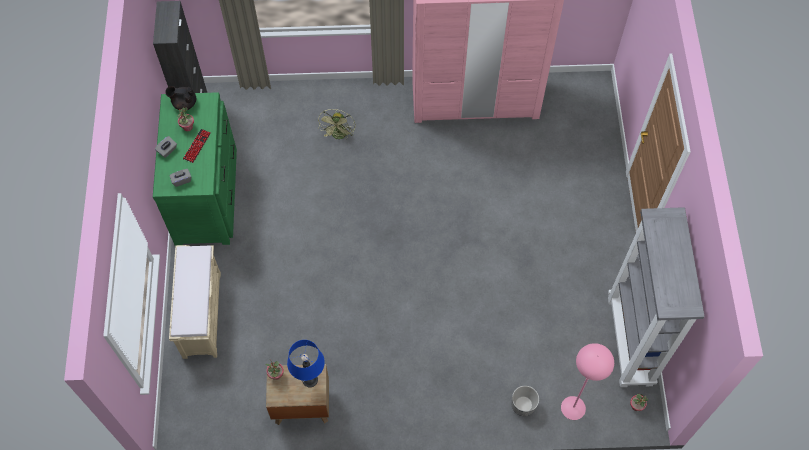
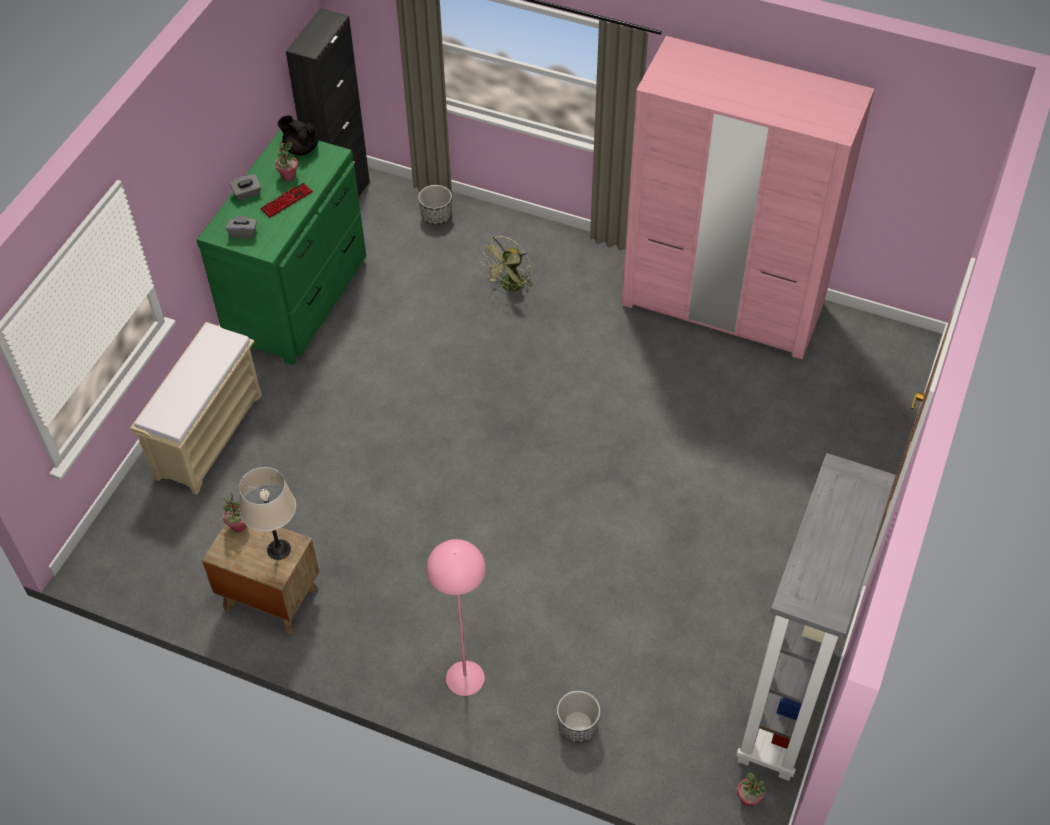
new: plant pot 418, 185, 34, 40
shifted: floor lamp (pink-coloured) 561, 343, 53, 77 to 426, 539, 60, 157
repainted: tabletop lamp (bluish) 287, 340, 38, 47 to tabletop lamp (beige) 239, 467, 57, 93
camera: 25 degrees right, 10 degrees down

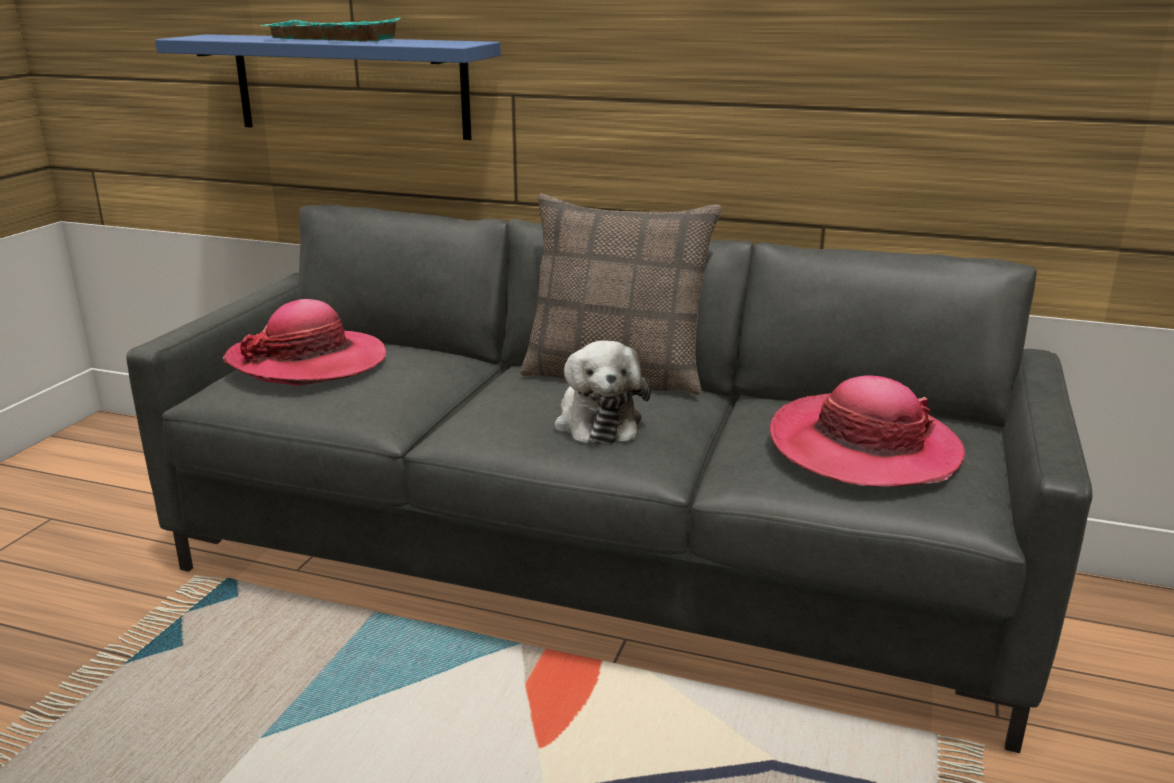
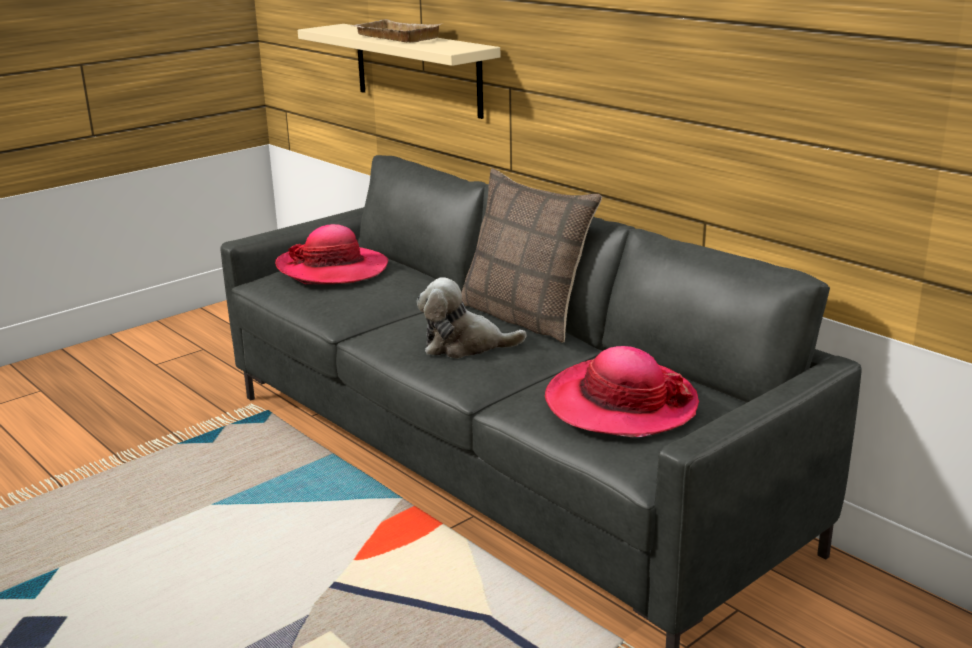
repainted: serving tray (turquoise-coloured) 260, 18, 140, 24 to serving tray (beige) 351, 19, 92, 23; bracket shelf (bluish) 155, 34, 346, 106 to bracket shelf (beige) 298, 24, 202, 95
rotated: plush toy 554, 340, 97, 105 = 417, 277, 110, 82 75 degrees clockwise
camera: 30 degrees right, 0 degrees up

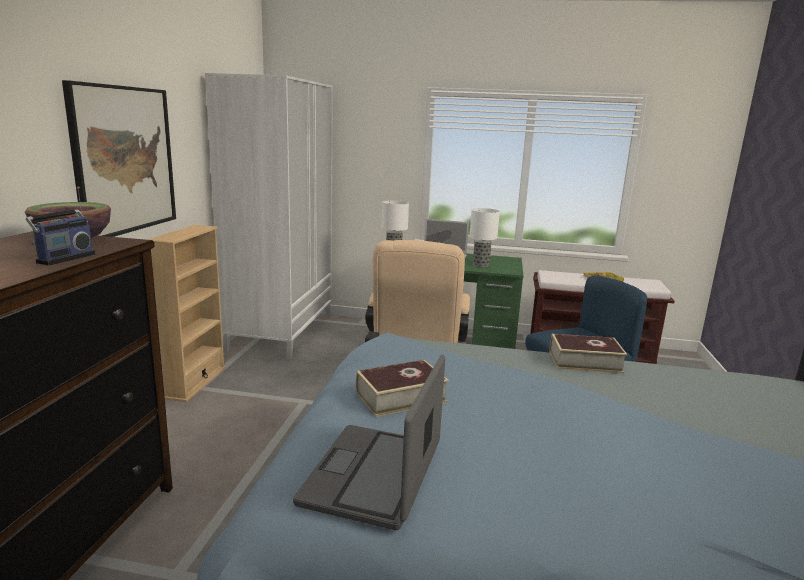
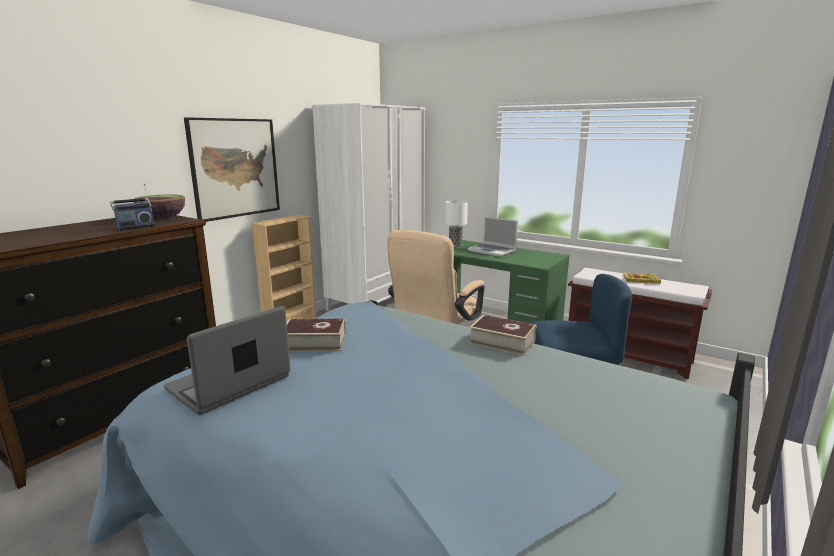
gone: tabletop lamp 469, 208, 31, 59
camera: 25 degrees right, 0 degrees up

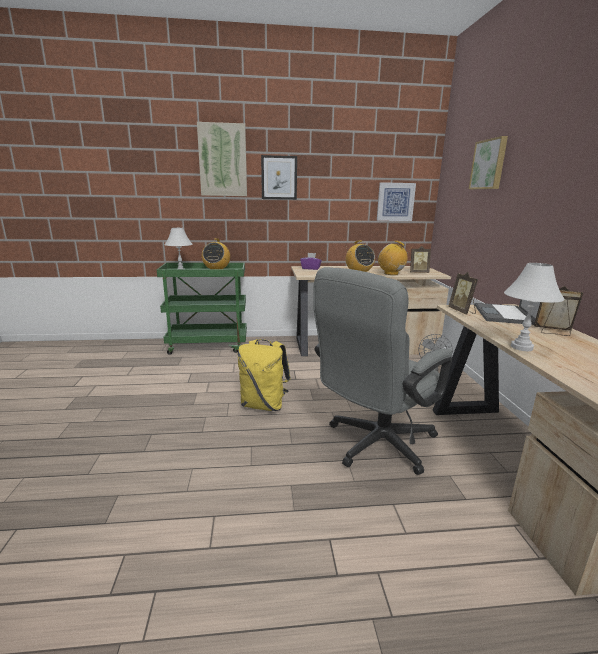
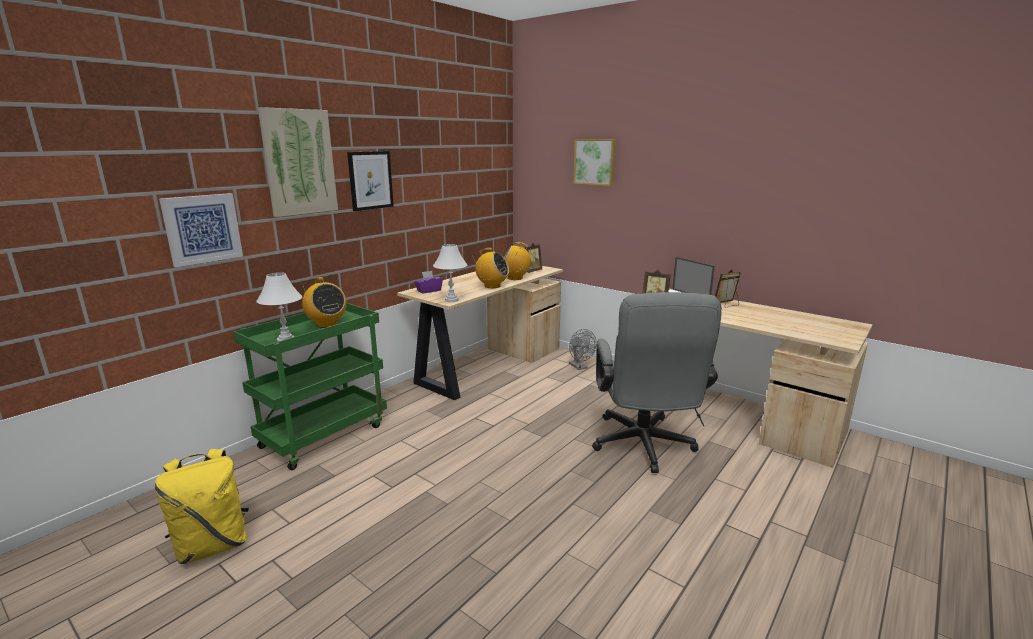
shifted: wall picture 377, 182, 39, 39 to 159, 193, 84, 74; tabletop lamp (whitish) 504, 263, 61, 88 to 433, 244, 34, 58; knapsack (yellow-coloured) 238, 339, 53, 72 to 155, 449, 94, 115
camera: 45 degrees left, 0 degrees up

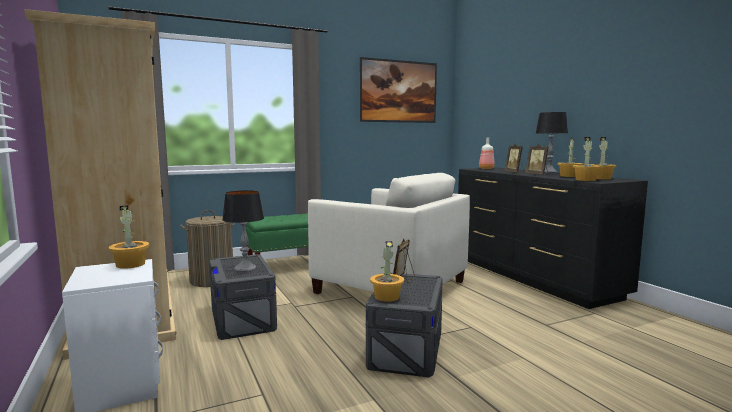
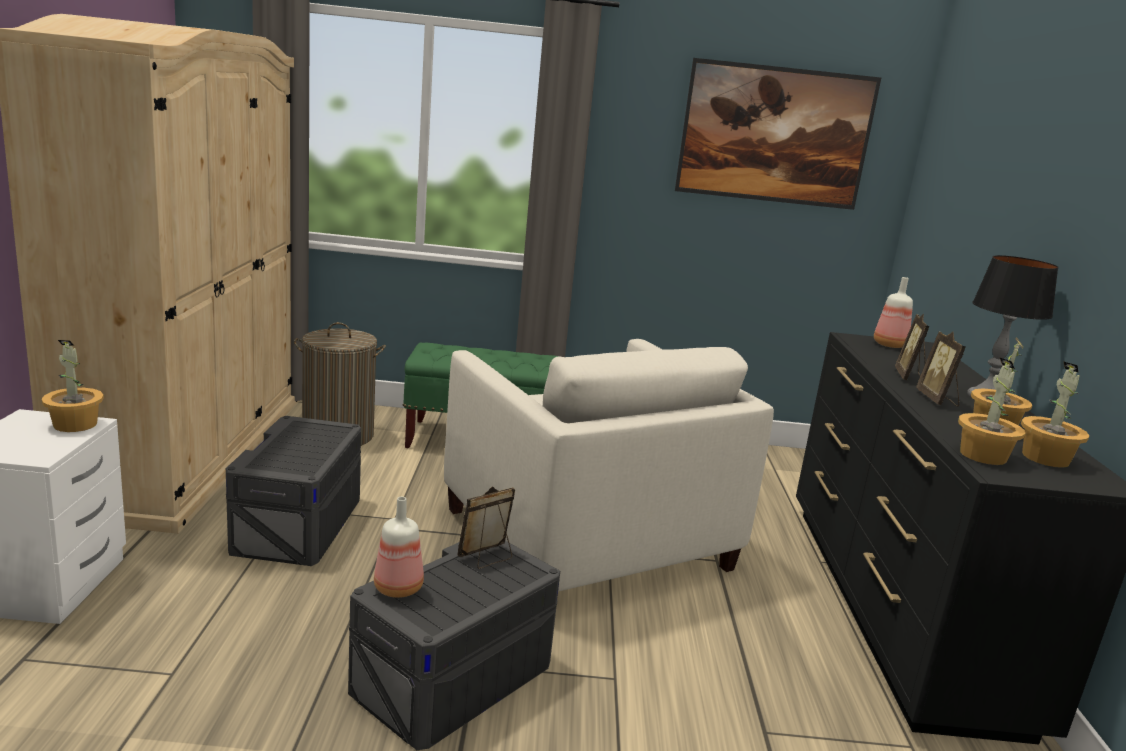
gone: tabletop lamp 222, 190, 42, 83
swapped: houseplant 370, 241, 34, 61 to beverage bottle 374, 497, 50, 101
camera: 25 degrees right, 10 degrees up

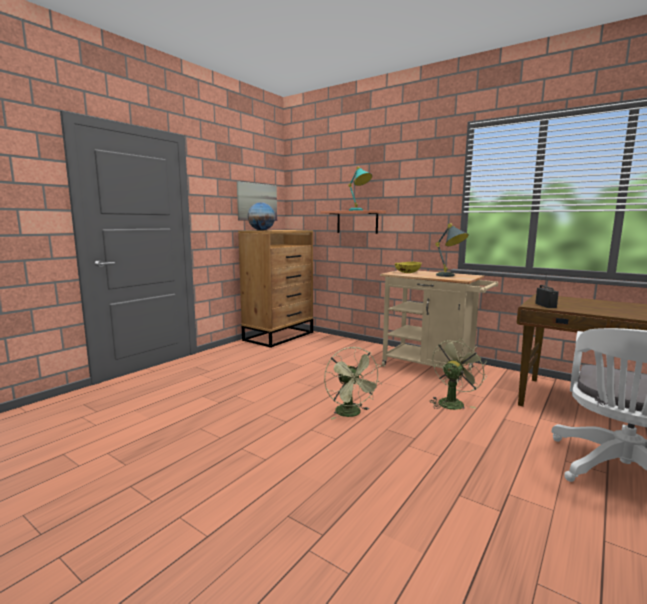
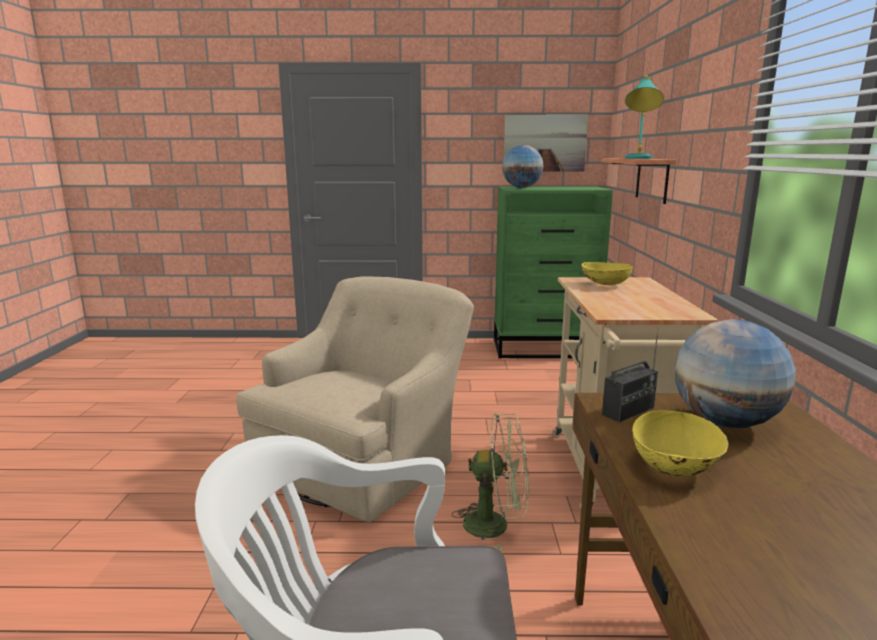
gone: tabletop lamp (greyish) 436, 223, 33, 54
new: globe 675, 319, 121, 109; serving bowl (yellow-coloured) 632, 410, 96, 66
swapped: electric fan (green) 324, 347, 58, 73 to lounge chair (beige) 236, 277, 238, 245
repainted: chest of drawers (brownish) 238, 230, 75, 118 to chest of drawers (green) 494, 186, 119, 172
camera: 55 degrees right, 5 degrees up

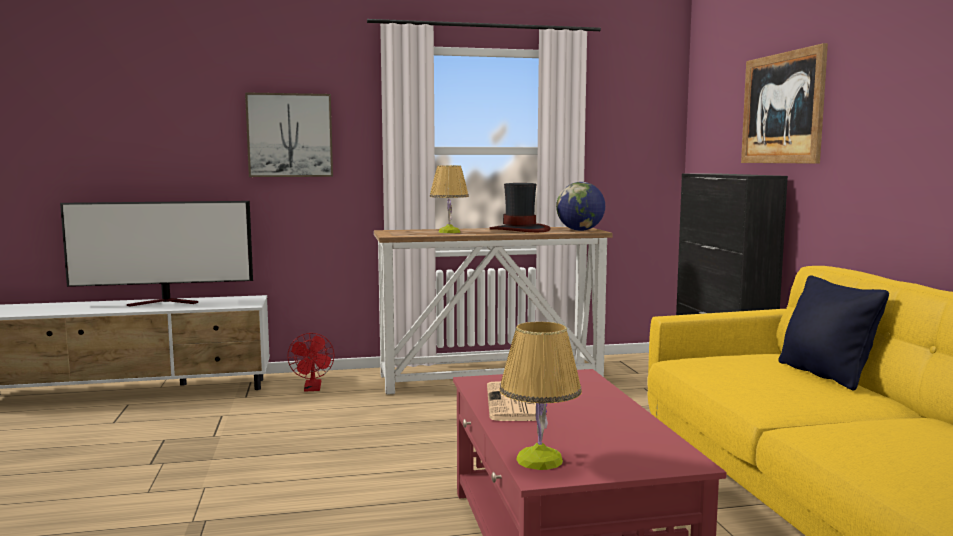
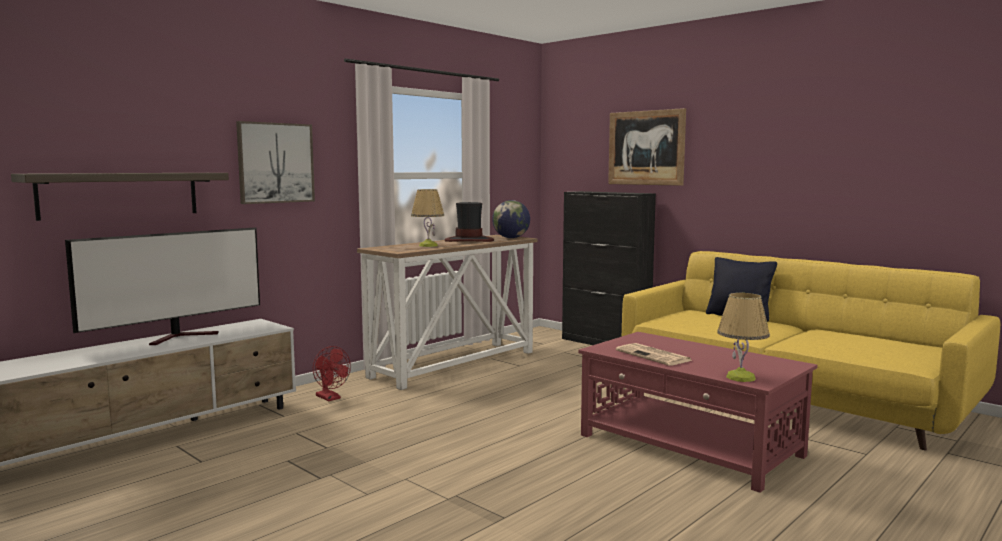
new: bracket shelf 11, 173, 218, 48
camera: 35 degrees left, 0 degrees up

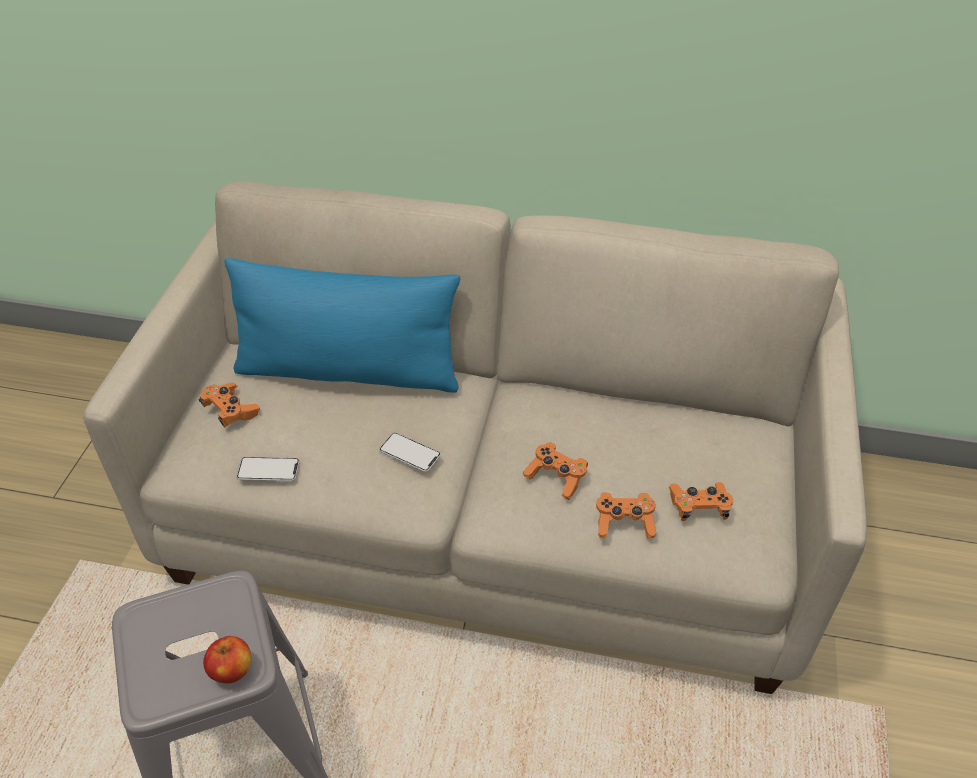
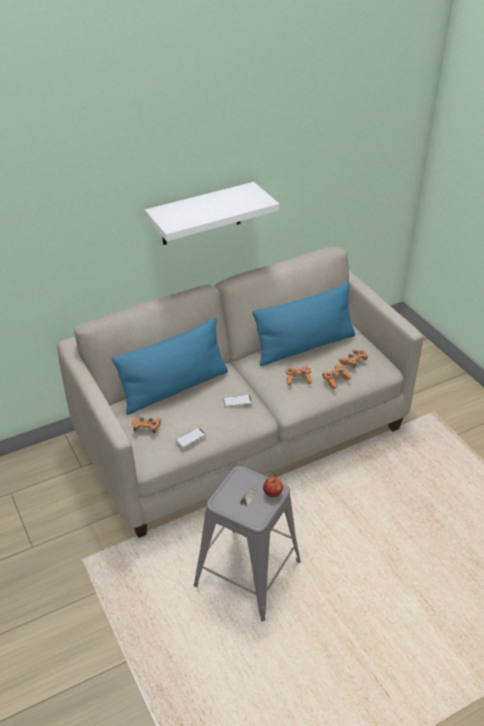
new: bracket shelf (whitish) 145, 182, 134, 63; throw pillow (bluish) 252, 282, 103, 84
camera: 40 degrees left, 5 degrees down

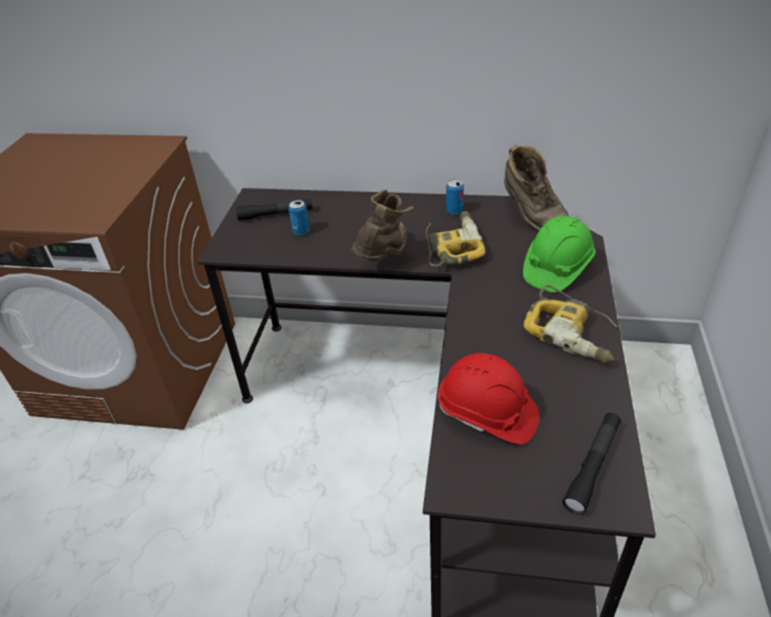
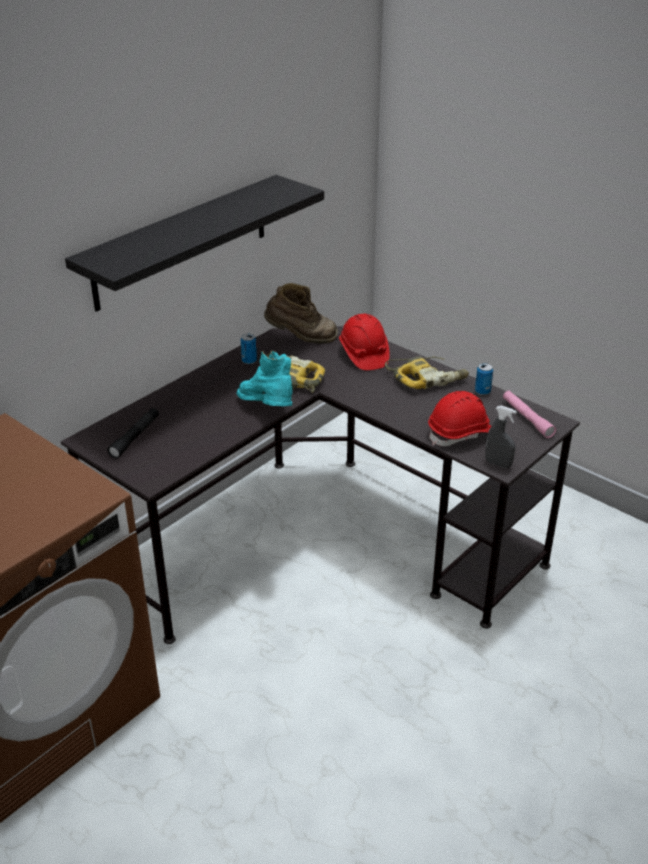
new: bracket shelf (black-coloured) 65, 175, 259, 137; spray bottle (greyish) 486, 406, 31, 62
shifted: can 288, 200, 22, 35 to 475, 363, 18, 32
repainted: tall boot (brownish) 351, 190, 63, 71 to tall boot (turquoise-coloured) 236, 351, 57, 55; hard hat (green) 523, 216, 73, 76 to hard hat (reddish) 339, 314, 51, 56; hand torch (black-coloured) 562, 413, 59, 102 to hand torch (pink-coloured) 503, 391, 53, 47
camera: 60 degrees left, 5 degrees down

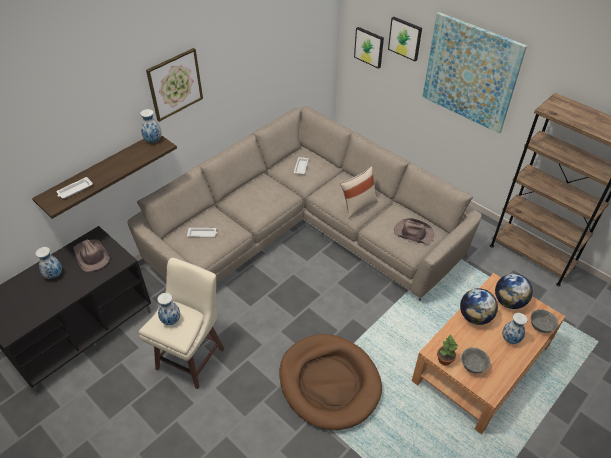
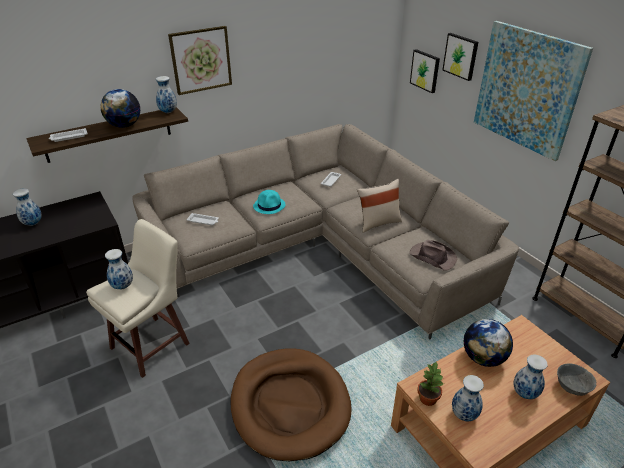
gone: hat (brownish) 73, 239, 37, 33
new: hat (turquoise-coloured) 253, 190, 33, 24
shifted: globe 495, 274, 38, 35 to 100, 89, 40, 39
swapped: serving bowl (greyish) 461, 347, 29, 27 to vase 452, 375, 32, 46
camera: 15 degrees right, 10 degrees down

